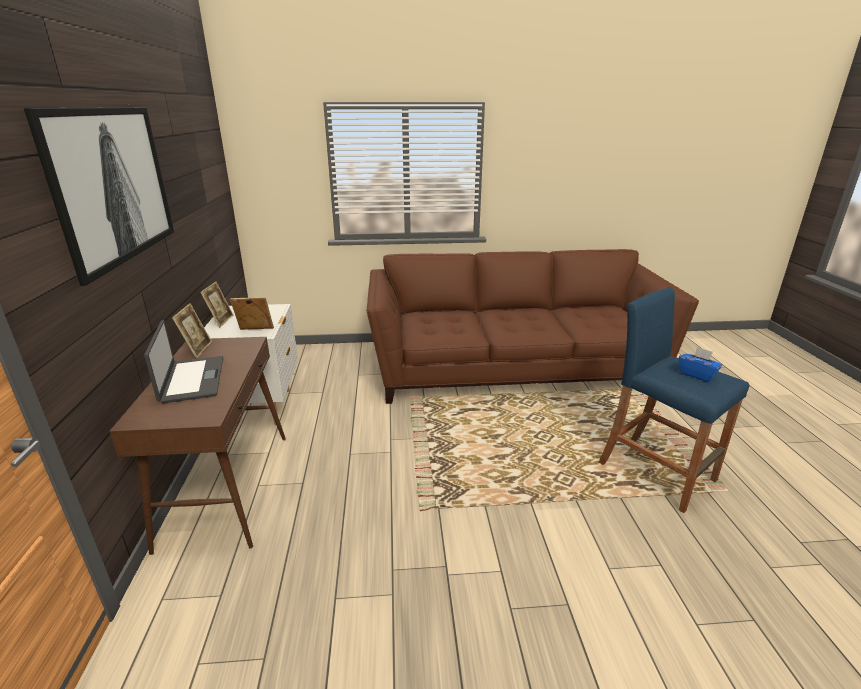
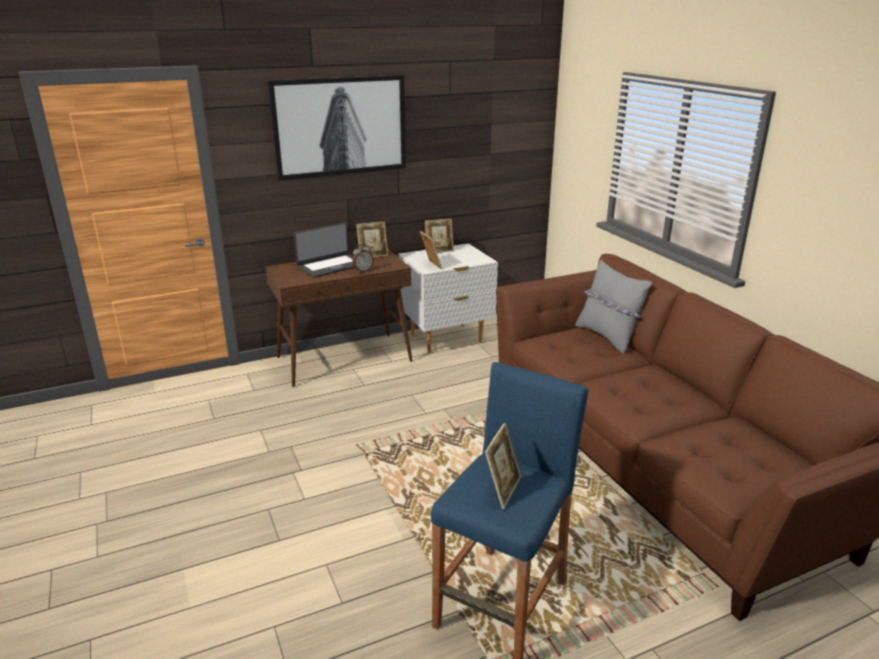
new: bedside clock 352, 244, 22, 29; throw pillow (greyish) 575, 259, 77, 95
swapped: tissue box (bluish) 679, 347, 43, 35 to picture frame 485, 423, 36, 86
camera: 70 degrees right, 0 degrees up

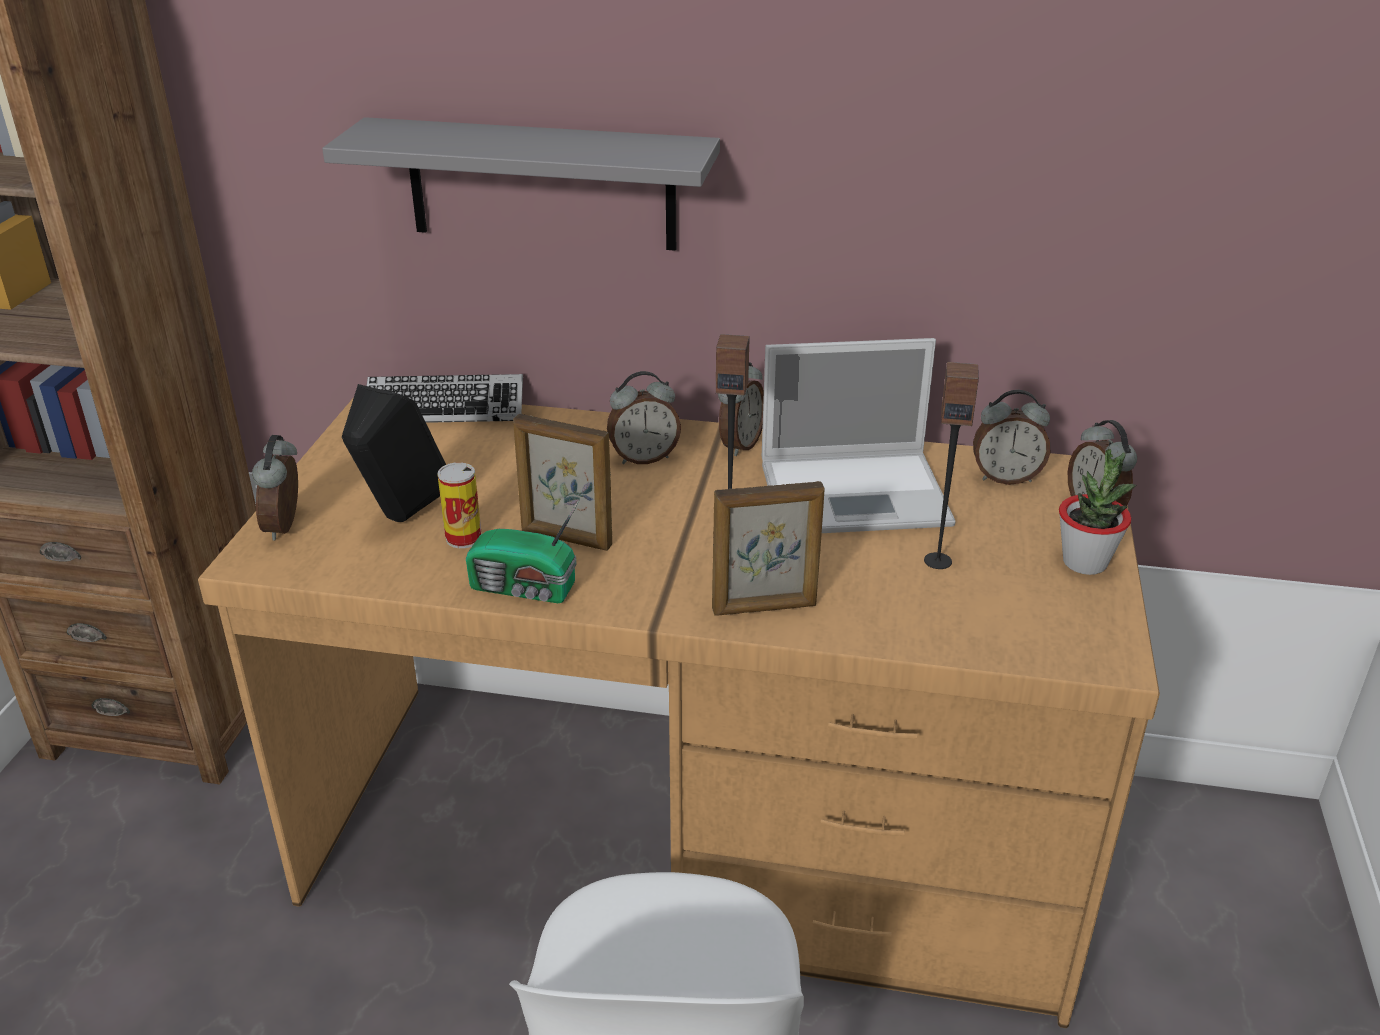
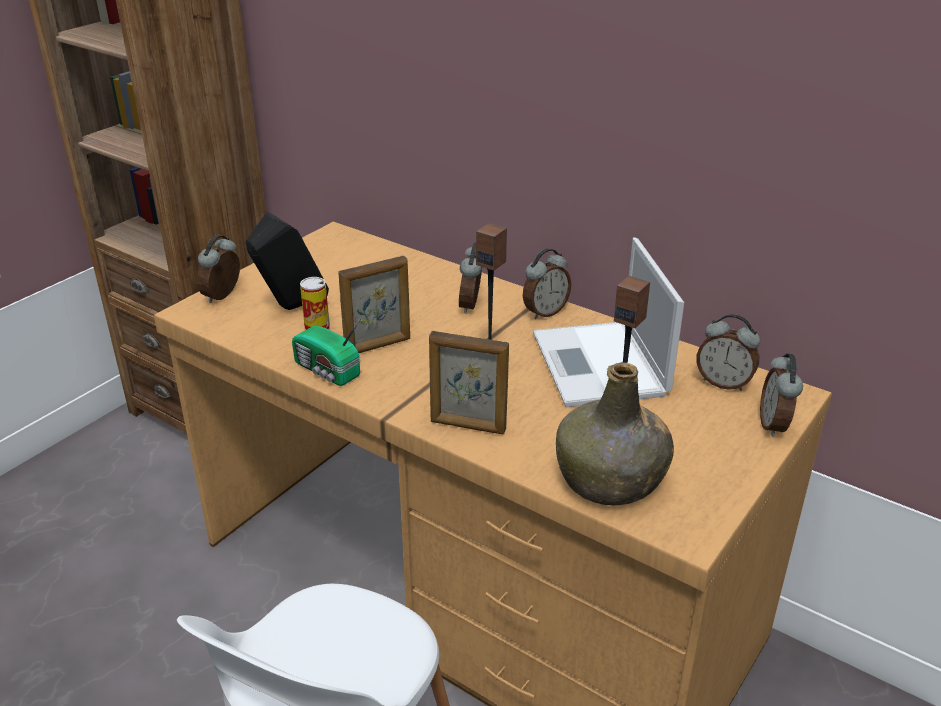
gone: bracket shelf (greyish) 322, 117, 398, 134; keyboard 366, 374, 157, 49; houseplant 1059, 449, 78, 126
new: beverage bottle (green) 556, 362, 118, 143
rotated: notebook computer 762, 338, 194, 195 = 533, 237, 151, 170 60 degrees clockwise; bedside clock 607, 371, 74, 93 = 459, 243, 23, 71 90 degrees clockwise; picture frame 513, 414, 99, 137 = 338, 256, 72, 97 75 degrees counterclockwise
camera: 25 degrees right, 0 degrees up

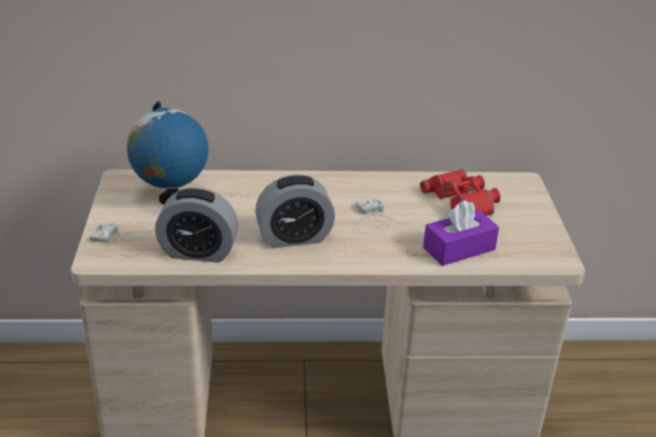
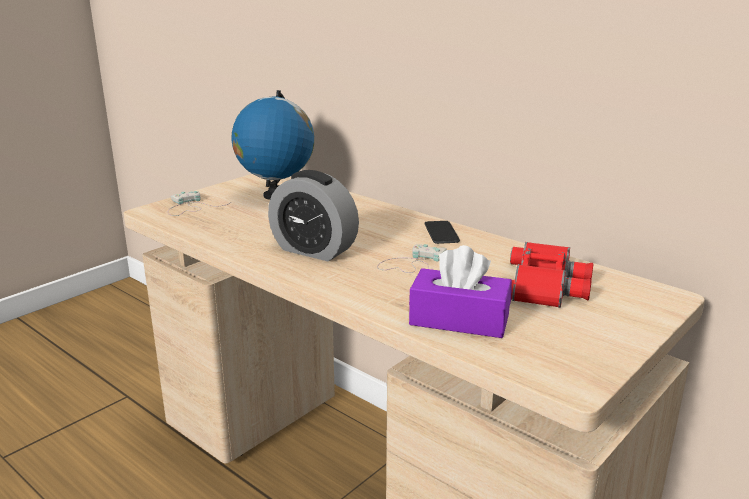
gone: bedside clock 155, 188, 84, 75
new: phone 424, 221, 36, 23
camera: 45 degrees right, 10 degrees down

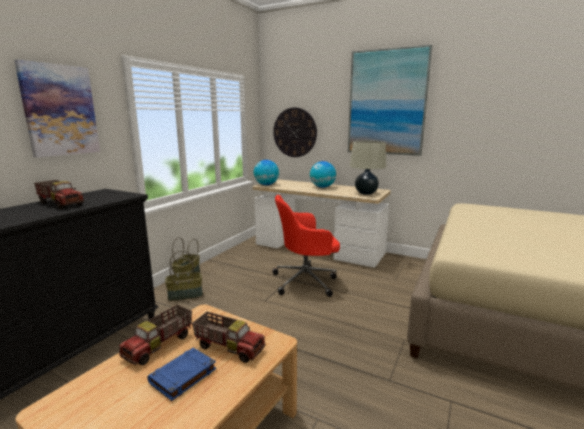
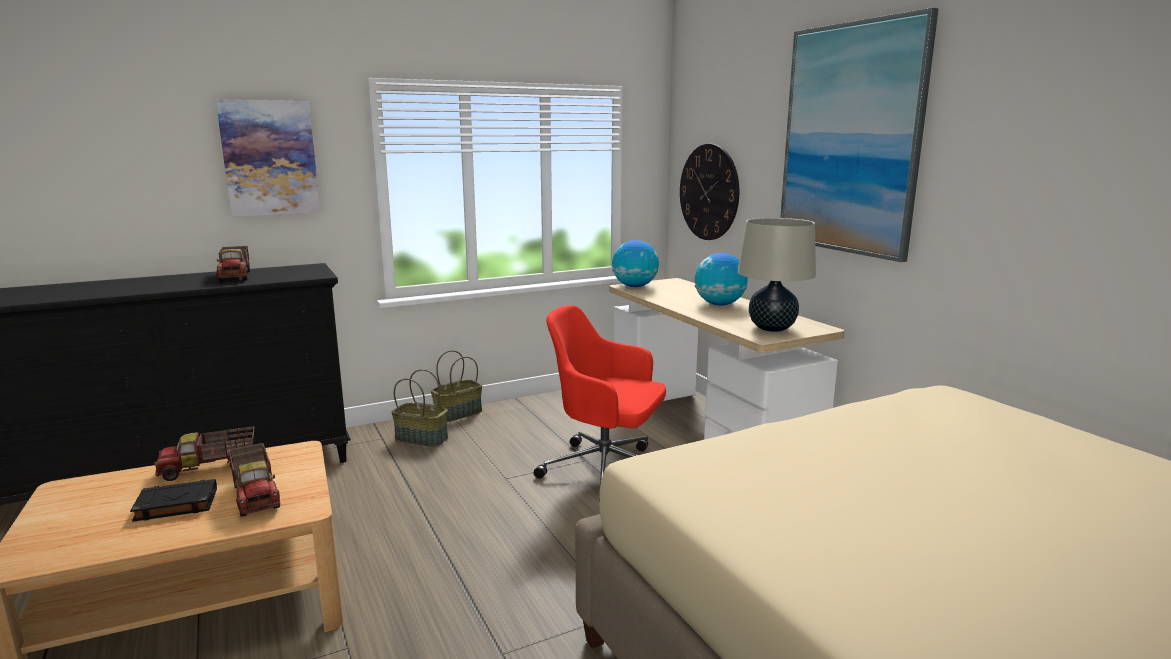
repainted: book (bluish) 147, 348, 69, 53 to book (black-coloured) 130, 479, 87, 43
camera: 35 degrees right, 0 degrees up

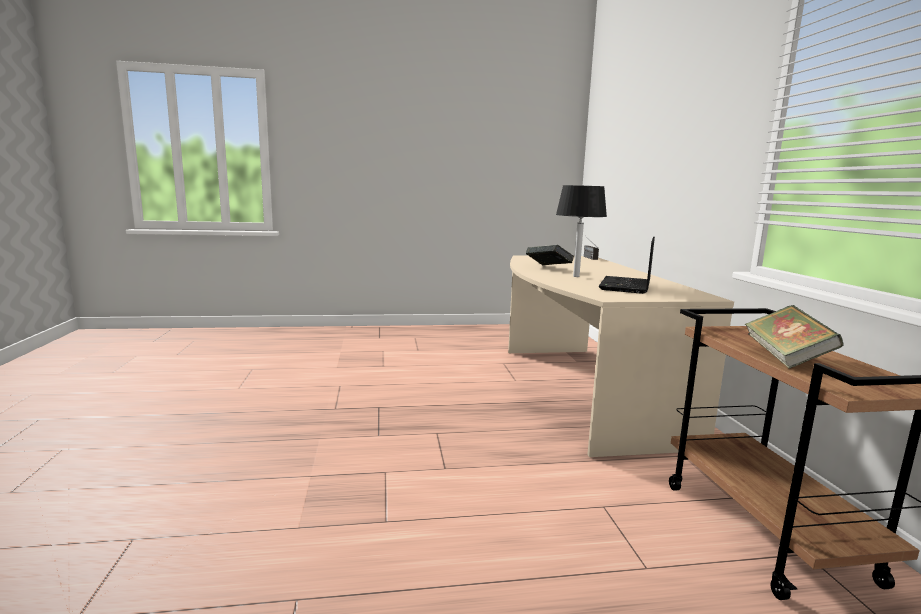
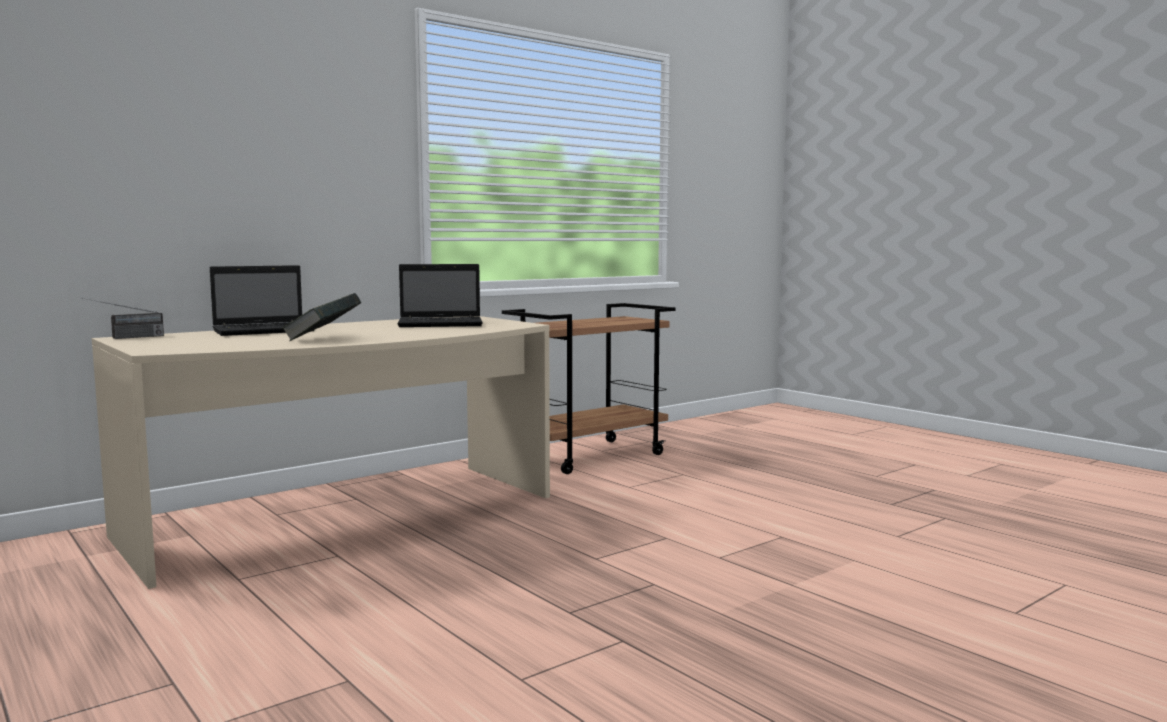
gone: tabletop lamp (black-coloured) 556, 185, 51, 92; book 744, 305, 100, 64
new: notebook computer 210, 265, 104, 71
camera: 120 degrees left, 5 degrees down

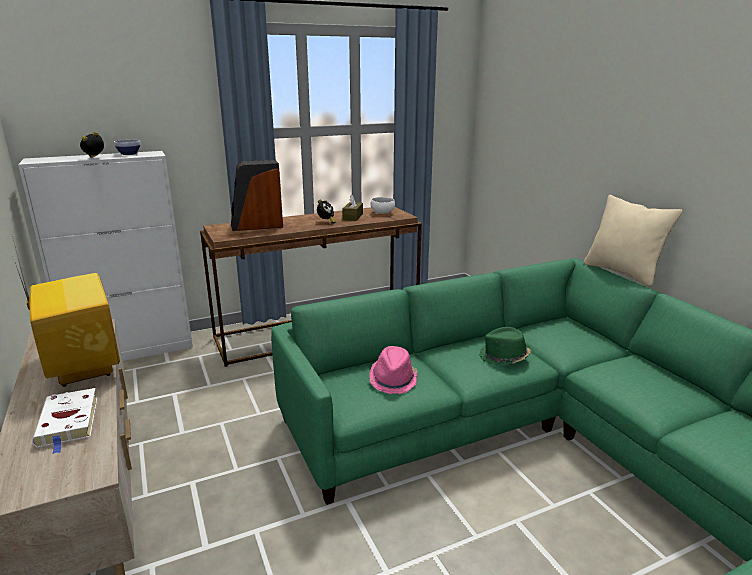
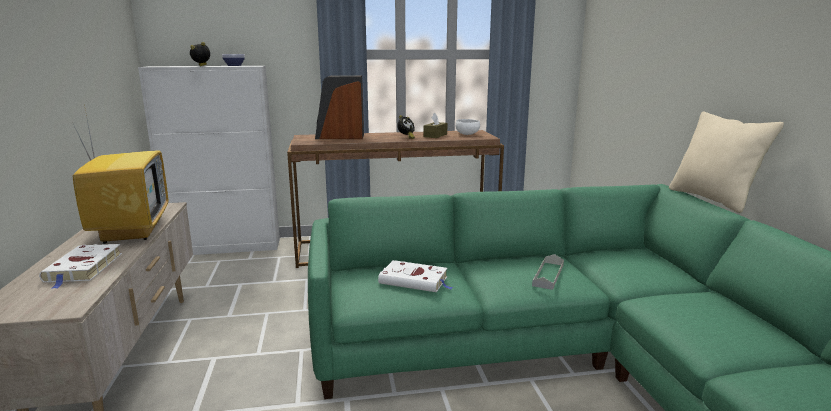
swapped: hat (green) 479, 327, 52, 39 to serving tray (greyish) 532, 254, 32, 36; hat (pink-coloured) 369, 346, 49, 48 to book (whitish) 378, 260, 76, 32
camera: 15 degrees right, 5 degrees down

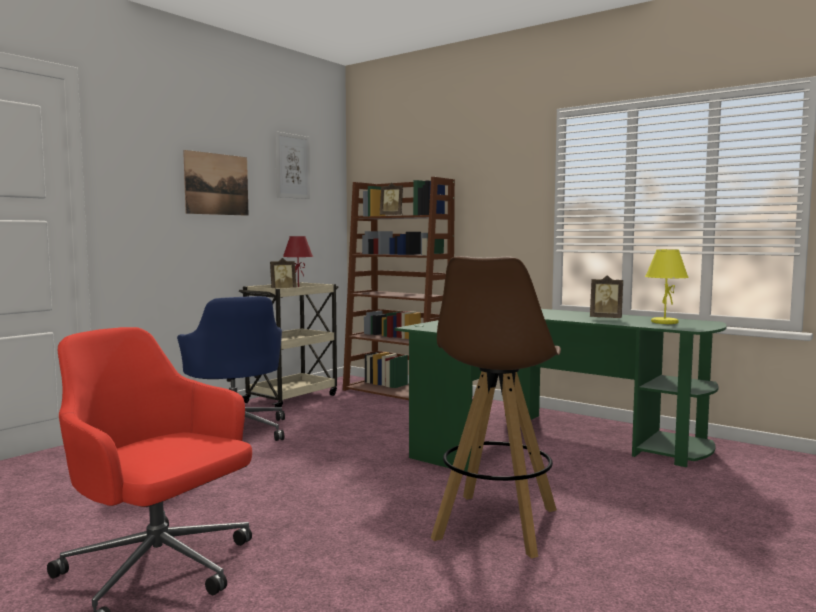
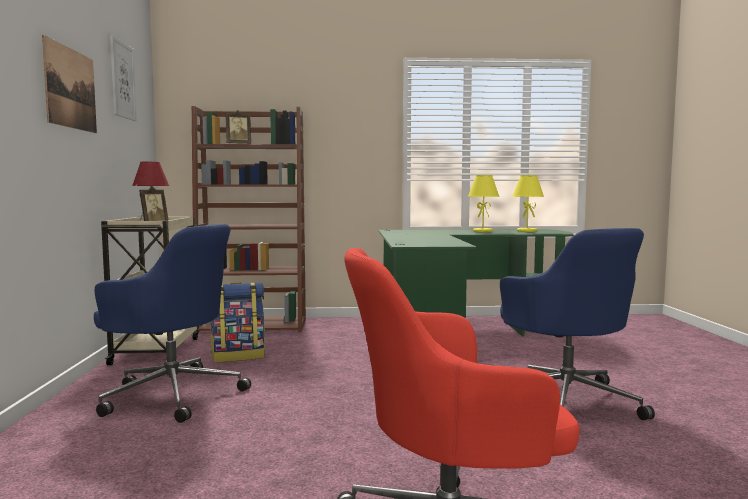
new: knapsack 210, 282, 55, 81
swapped: sitting stool (brownish) 431, 256, 130, 303 to office chair (bluish) 500, 228, 155, 192; picture frame 590, 275, 33, 43 to tabletop lamp (yellow-coloured) 468, 175, 31, 57
camera: 40 degrees left, 0 degrees up

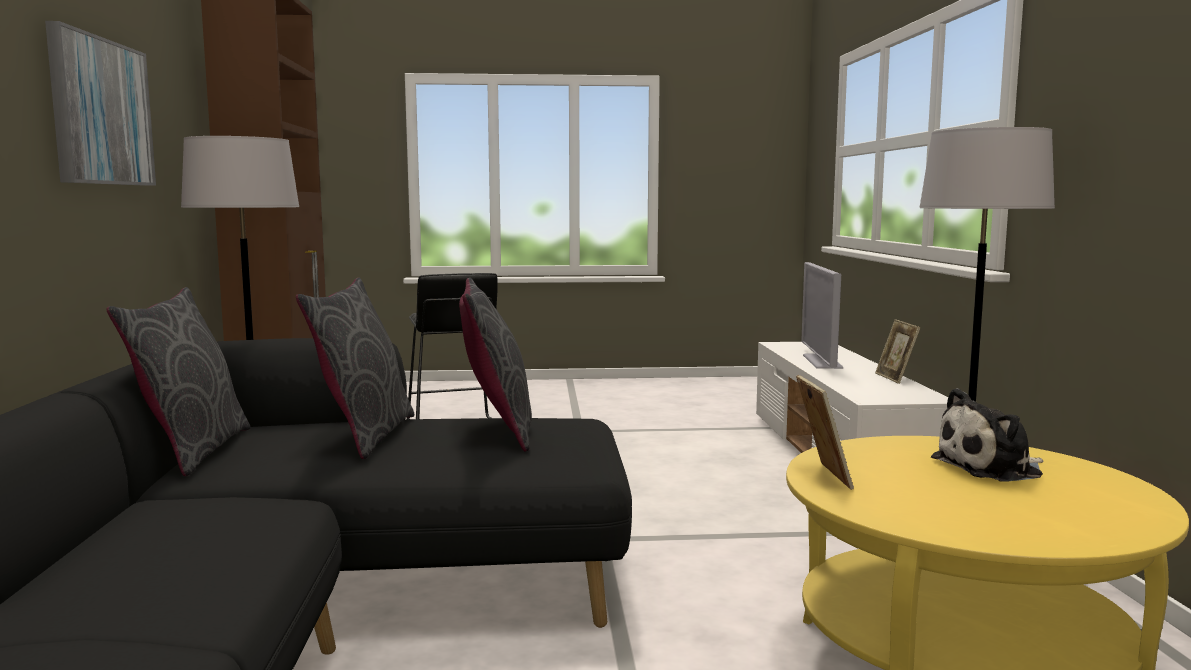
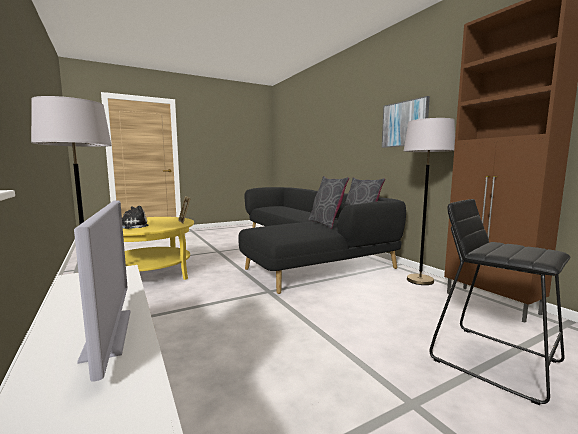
gone: throw pillow (greyish) 459, 278, 73, 174; picture frame 875, 319, 46, 65
camera: 155 degrees right, 0 degrees up

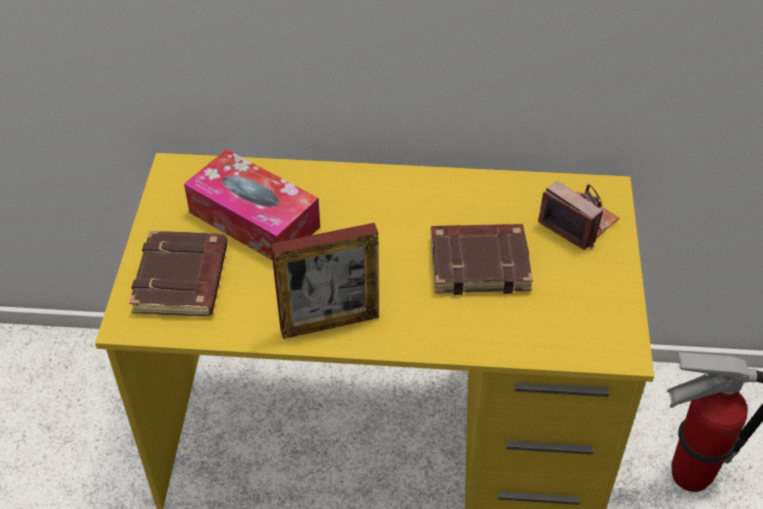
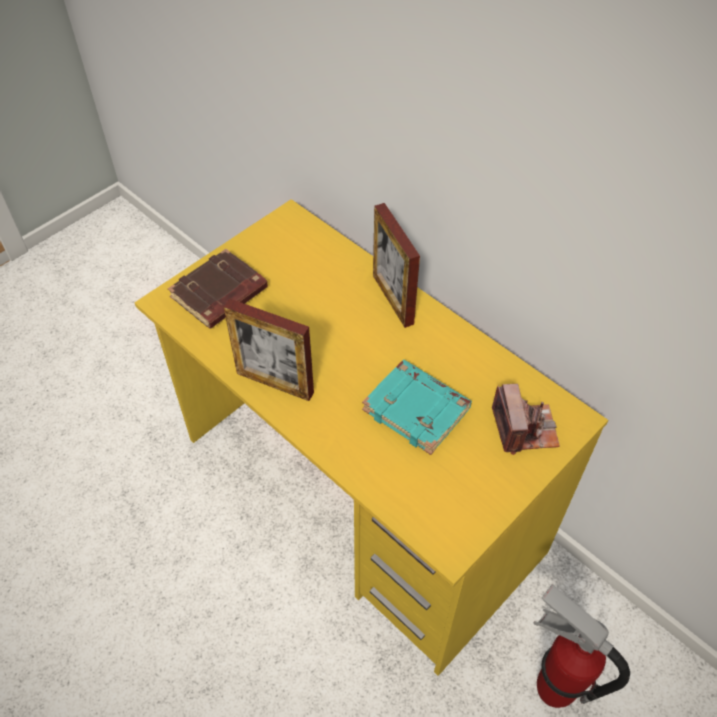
gone: tissue box 184, 149, 136, 111
new: picture frame 373, 203, 47, 125
repainted: book (brownish) 431, 224, 102, 71 to book (turquoise-coloured) 362, 360, 110, 95
camera: 40 degrees right, 5 degrees up

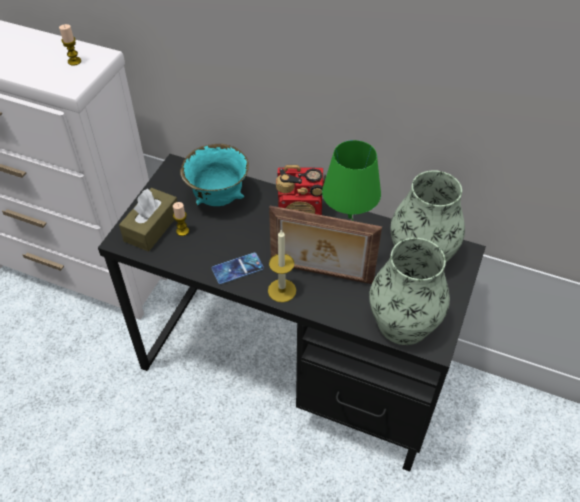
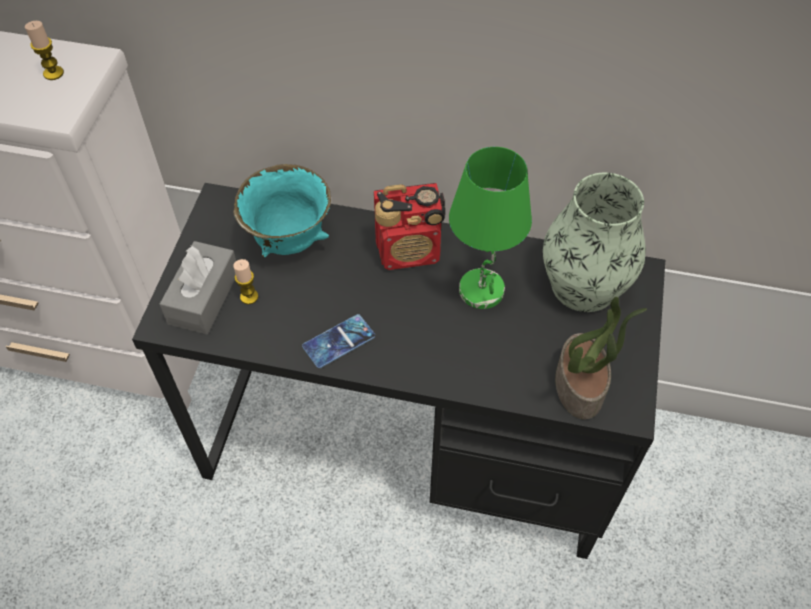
gone: picture frame 269, 206, 113, 78; candle 268, 230, 28, 72
swapped: vase 369, 238, 81, 107 to houseplant 555, 297, 92, 123
repainted: tissue box (brownish) 119, 188, 58, 64 to tissue box (greyish) 160, 241, 76, 94
camera: 10 degrees left, 5 degrees up

